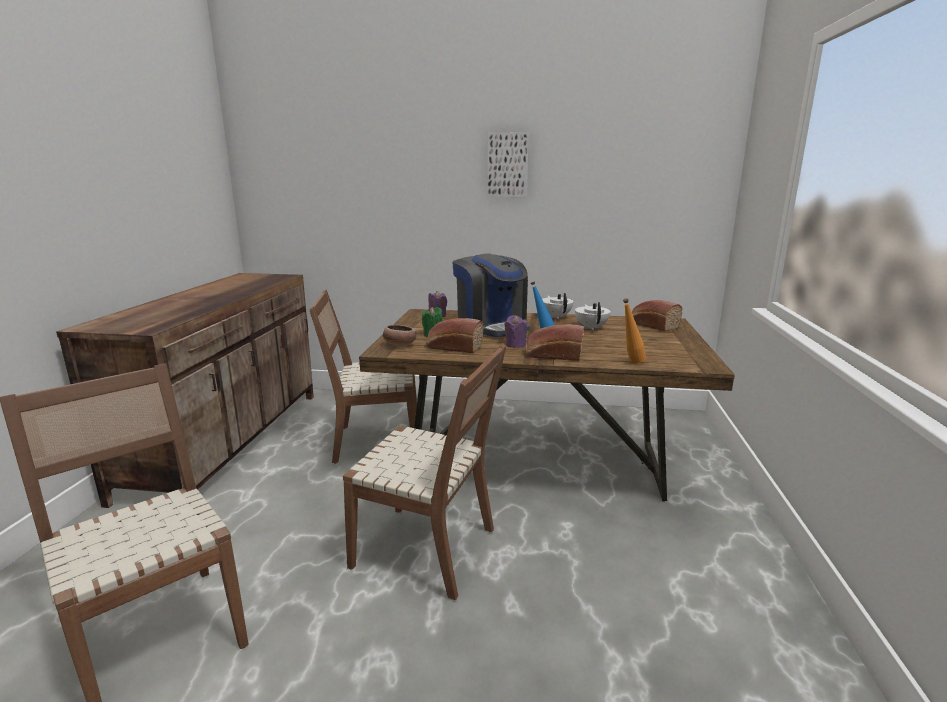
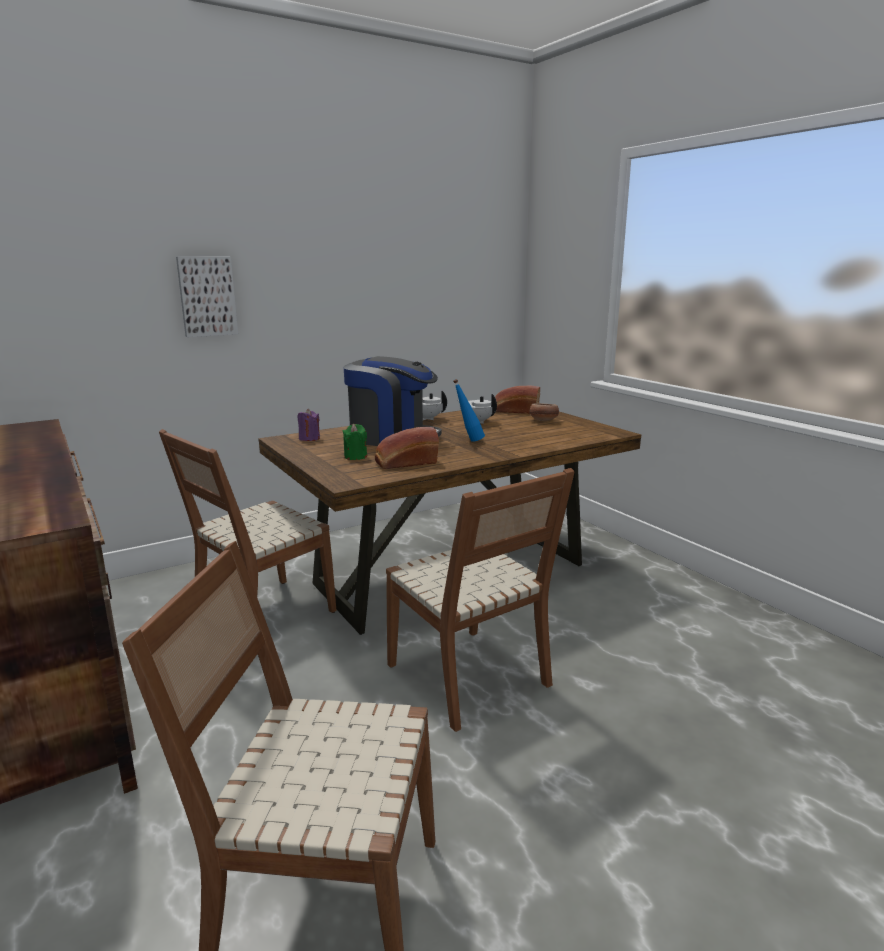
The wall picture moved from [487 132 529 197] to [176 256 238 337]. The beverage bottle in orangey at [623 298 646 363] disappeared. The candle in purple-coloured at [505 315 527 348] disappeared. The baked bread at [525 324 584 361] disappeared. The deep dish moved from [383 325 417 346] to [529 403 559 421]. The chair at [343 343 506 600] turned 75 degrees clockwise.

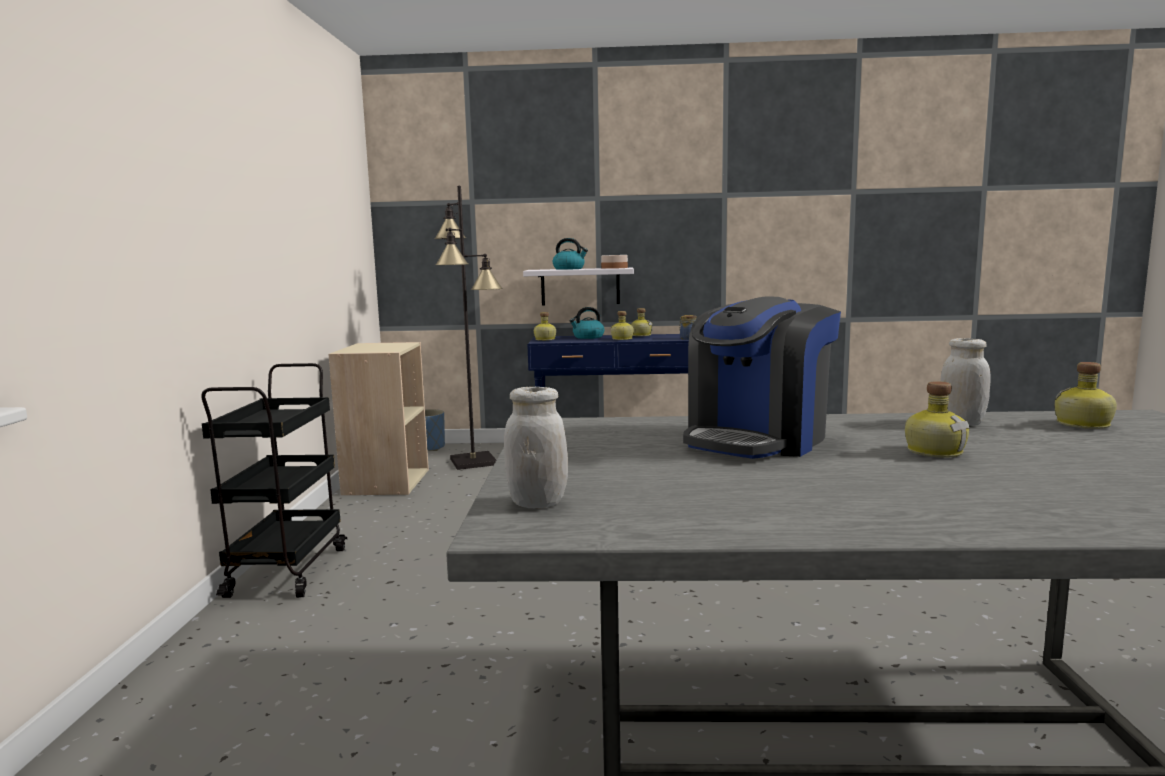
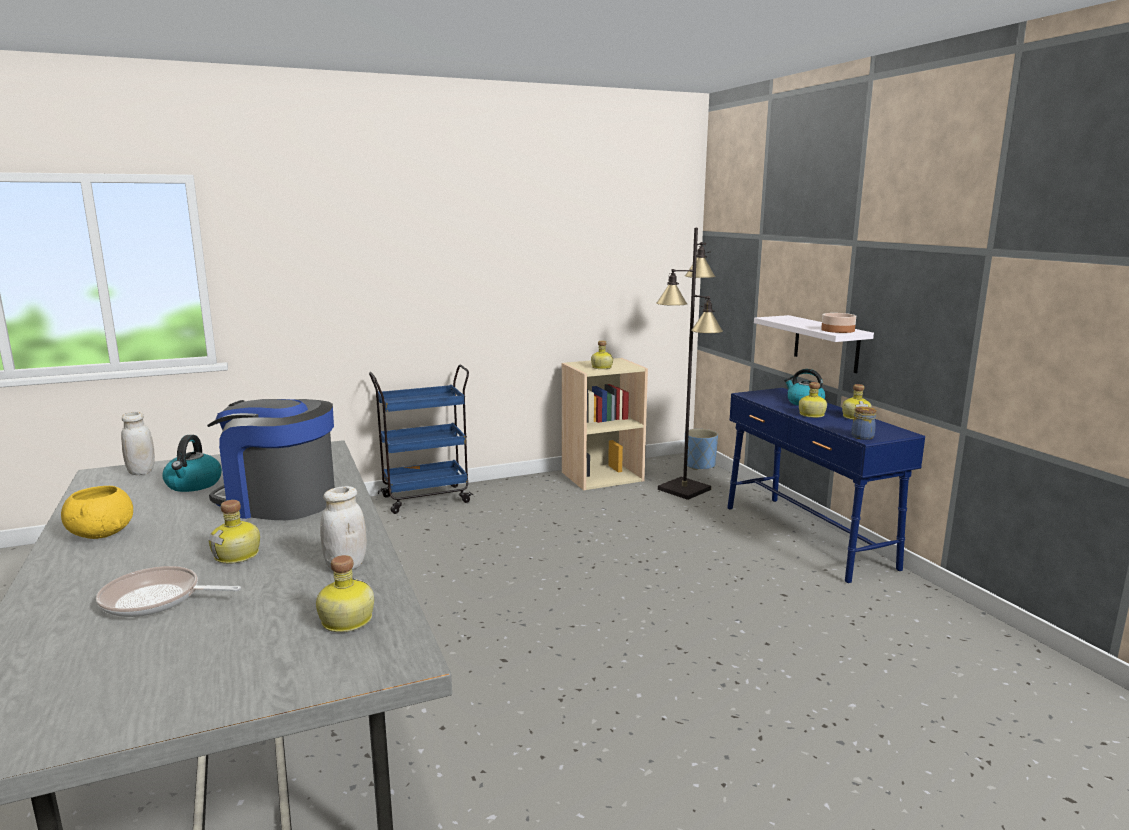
The water kettle moved from [553 238 588 270] to [162 435 222 492]. The beverage bottle moved from [534 312 556 341] to [591 341 613 369]. The cart in black at [201 363 348 598] became the cart in blue at [369 365 475 514]. The deep dish in yellow-coloured at [61 486 133 539] appeared. The frying pan at [96 566 241 617] appeared.

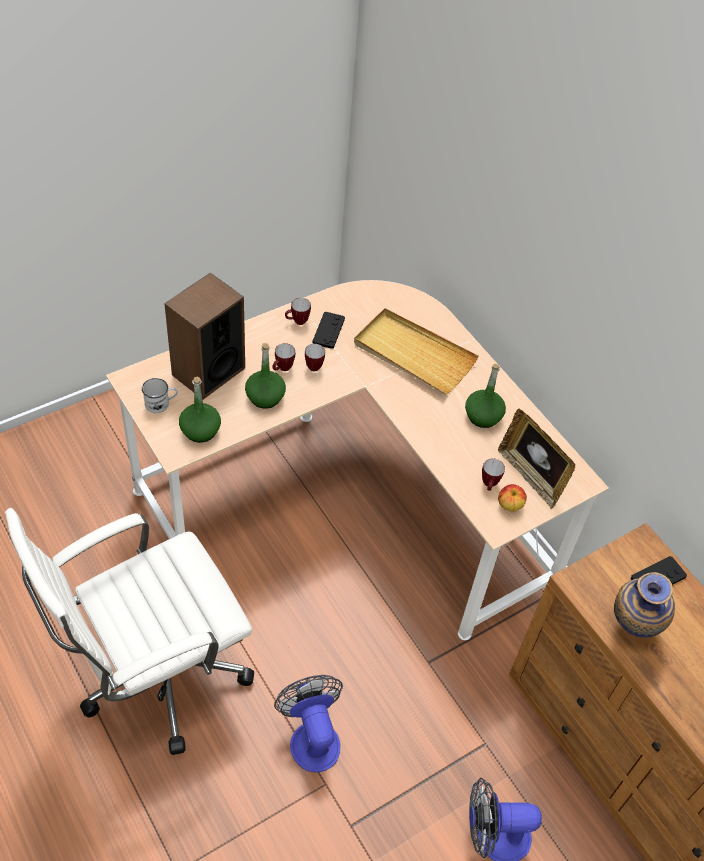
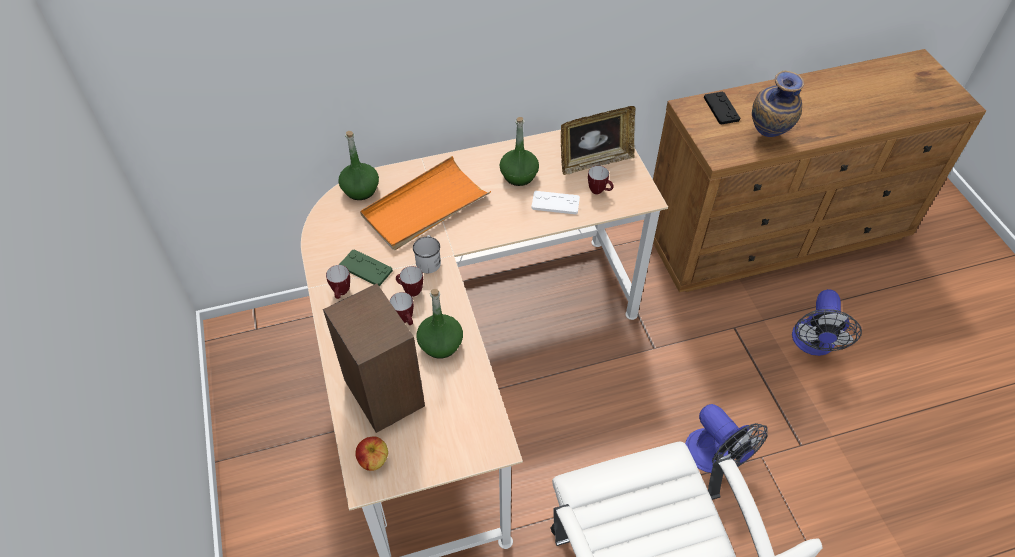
The serving tray in sand-coloured at [354 308 478 395] became the serving tray in orangey at [360 156 491 250]. The gamepad in black at [312 312 345 349] became the gamepad in greenish at [339 249 393 286]. The beverage bottle in greenish moved from [179 377 221 443] to [339 131 379 200]. The tea mug in white-coloured moved from [142 378 177 413] to [413 235 441 273]. The whole apple moved from [498 484 527 511] to [355 437 388 471]. The electric fan at [274 675 343 772] turned 120 degrees counterclockwise. The gamepad in white-coloured at [531 191 580 214] appeared.

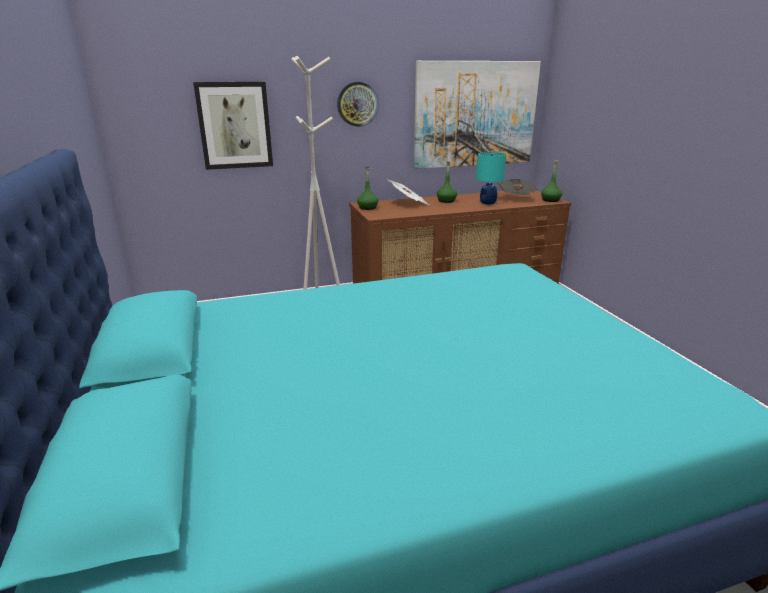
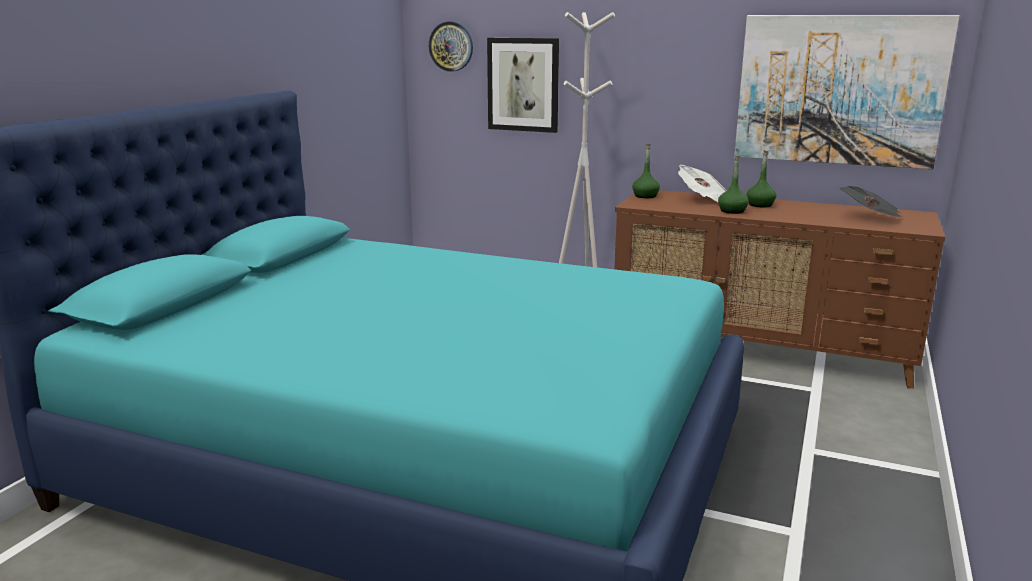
The hanging clock moved from [337 82 379 127] to [429 22 473 72]. The tabletop lamp in turquoise at [476 152 506 205] disappeared. The beverage bottle in greenish moved from [541 160 562 202] to [718 155 749 214].

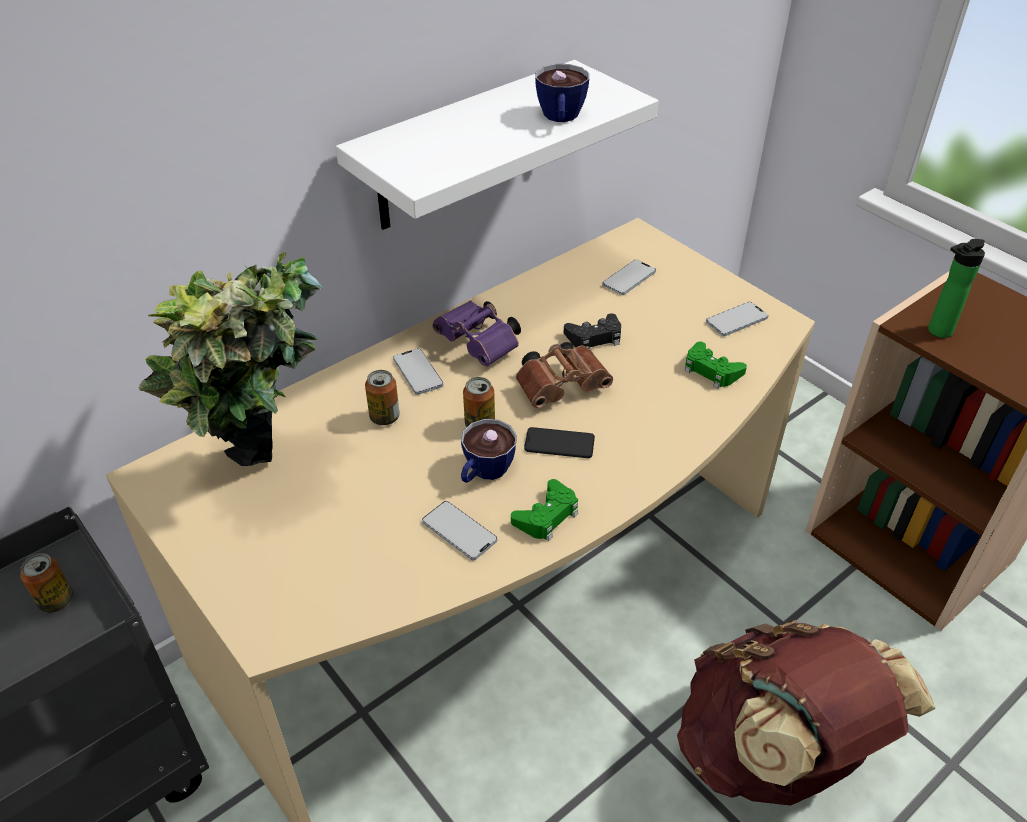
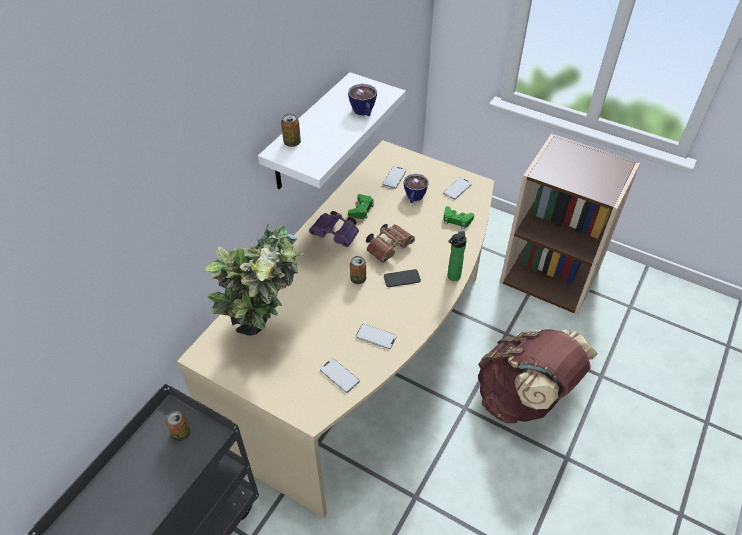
The beverage bottle moved from [928 239 985 338] to [447 231 467 281]. The gamepad in black at [564 313 621 349] disappeared. The phone moved from [393 348 444 395] to [320 358 360 393]. The can moved from [365 370 400 425] to [281 114 301 147]. The cup moved from [461 419 517 483] to [404 174 429 203]. The gamepad in greenish moved from [511 479 578 541] to [348 194 374 219].

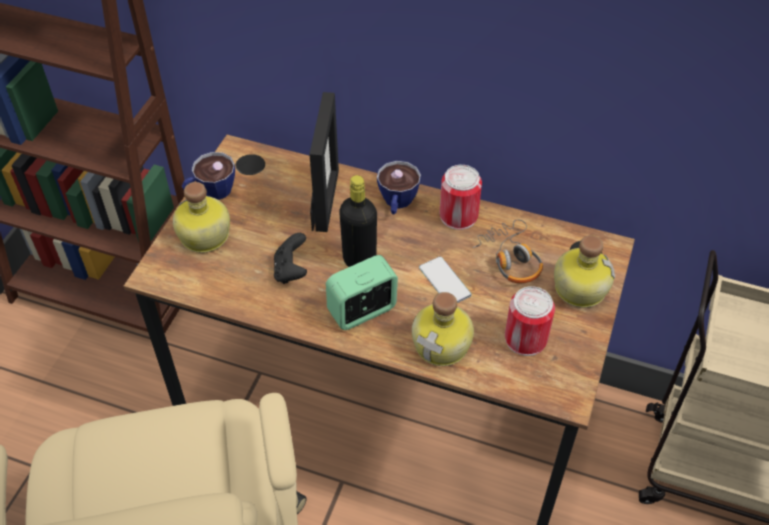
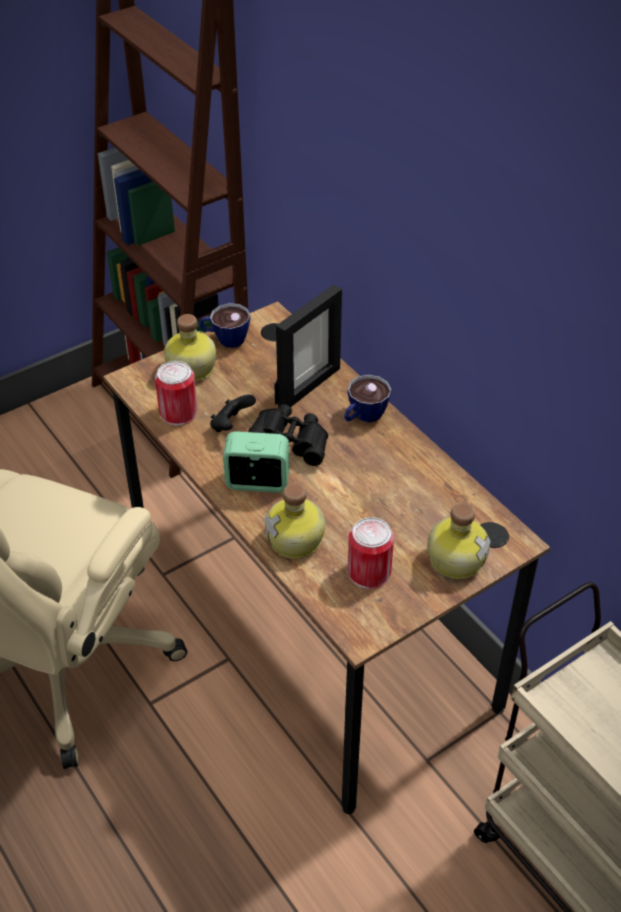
The can moved from [440 165 482 230] to [155 361 198 426]. The beverage bottle in black at [339 175 377 267] was replaced by the pair of binoculars in black at [248 404 328 466]. The headphones at [473 220 543 283] disappeared. The phone at [419 256 472 303] disappeared.

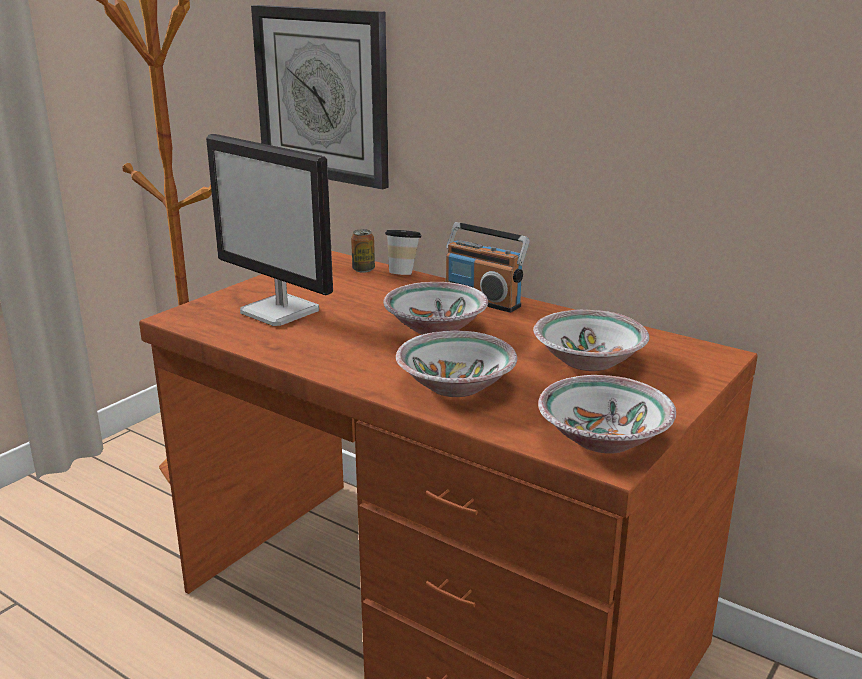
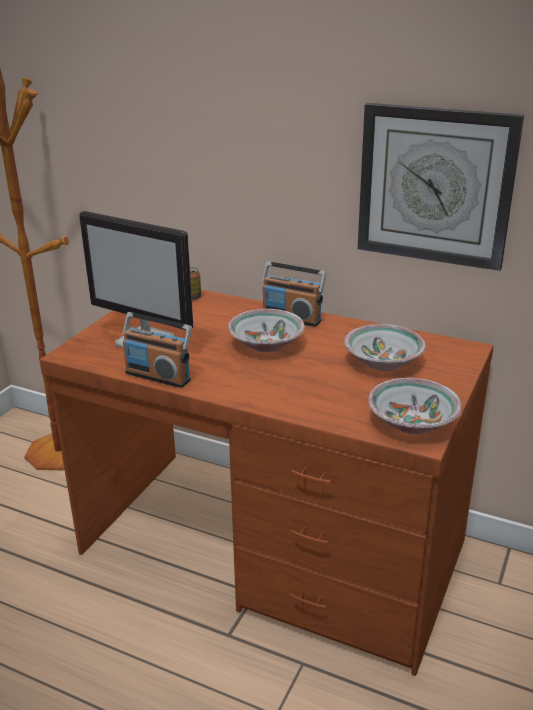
The hanging clock moved from [251 5 389 190] to [358 103 524 271]. The cup at [385 230 422 275] disappeared. The deep dish at [396 330 517 397] disappeared. The radio set at [122 312 192 388] appeared.

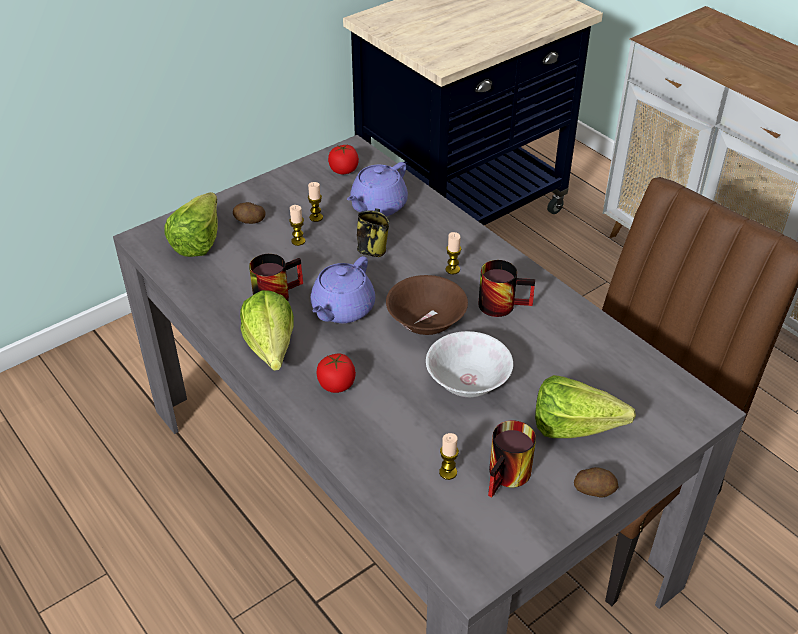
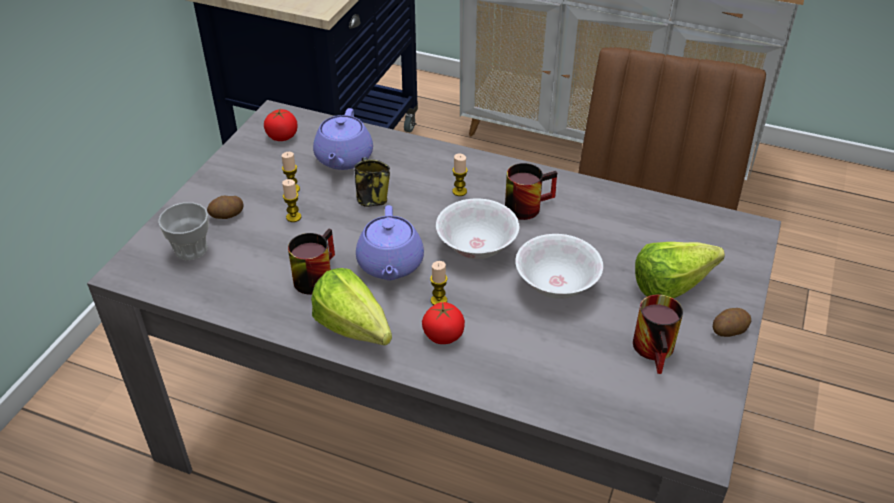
The lettuce at [164 192 218 257] was replaced by the cup at [158 202 209 260]. The deep dish in brown-coloured at [386 275 468 335] became the deep dish in white-coloured at [436 198 519 259]. The candle moved from [439 433 459 480] to [430 261 448 305].

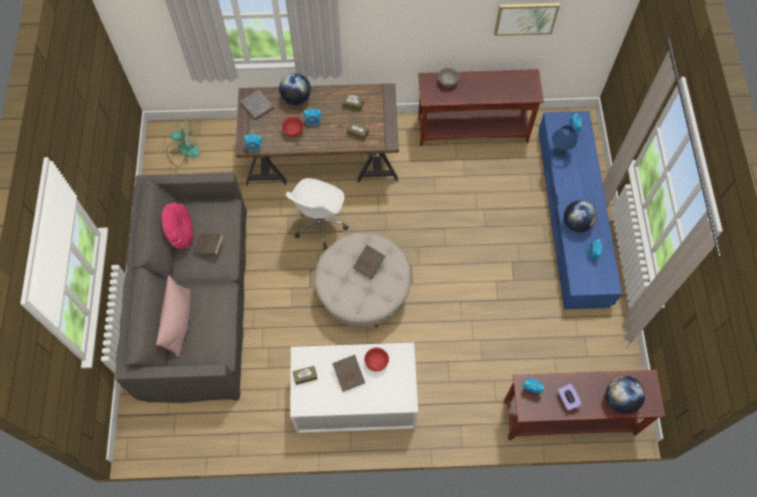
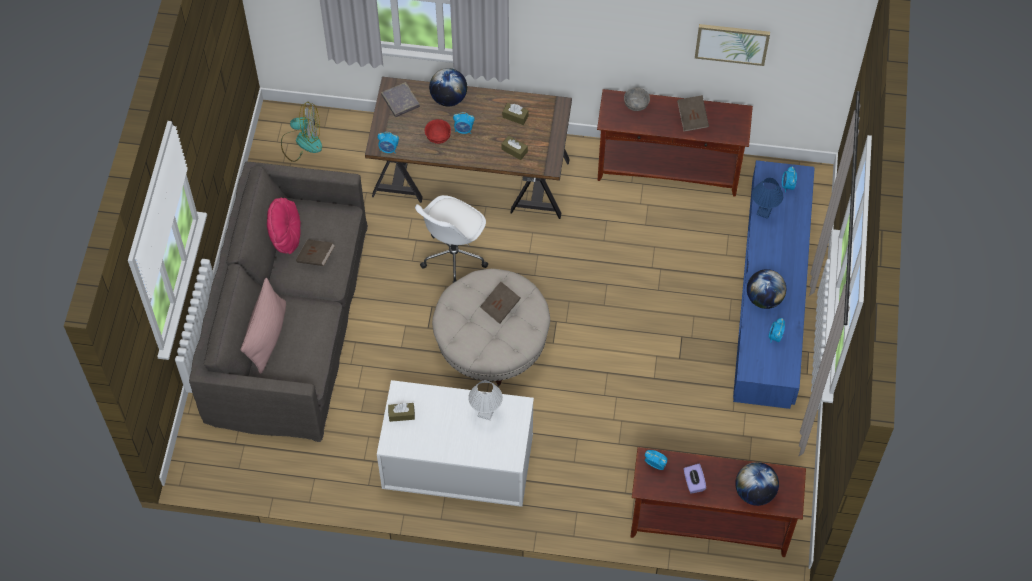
The deep dish in red-coloured at [364 347 389 372] was replaced by the tabletop lamp in white-coloured at [468 380 503 420]. The bound book in brown-coloured moved from [332 355 365 392] to [677 95 709 132].

